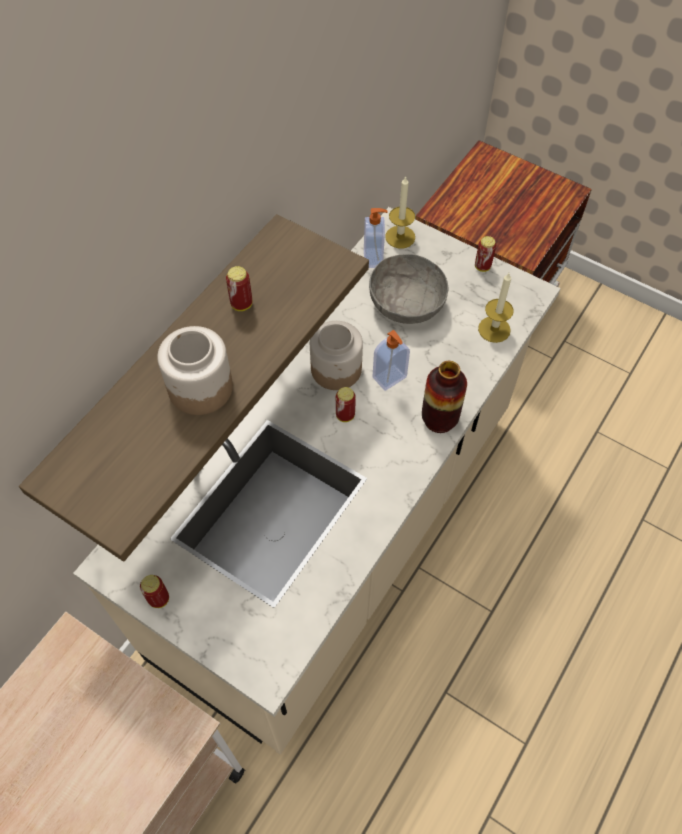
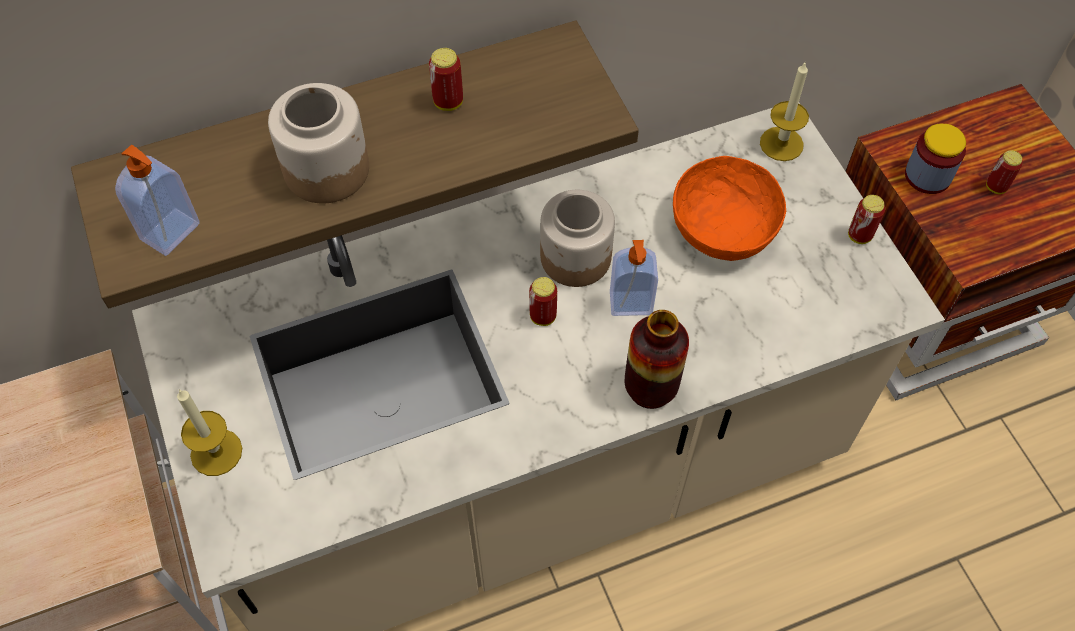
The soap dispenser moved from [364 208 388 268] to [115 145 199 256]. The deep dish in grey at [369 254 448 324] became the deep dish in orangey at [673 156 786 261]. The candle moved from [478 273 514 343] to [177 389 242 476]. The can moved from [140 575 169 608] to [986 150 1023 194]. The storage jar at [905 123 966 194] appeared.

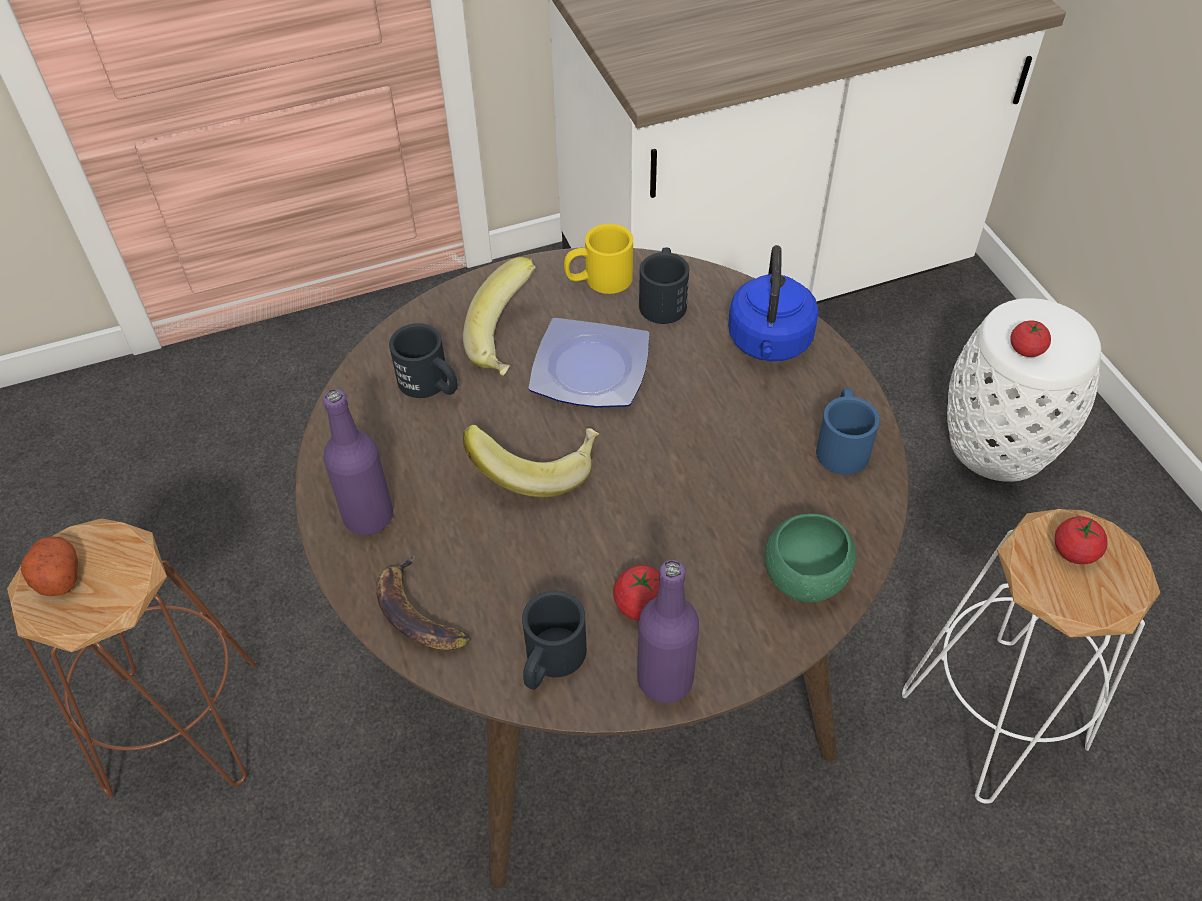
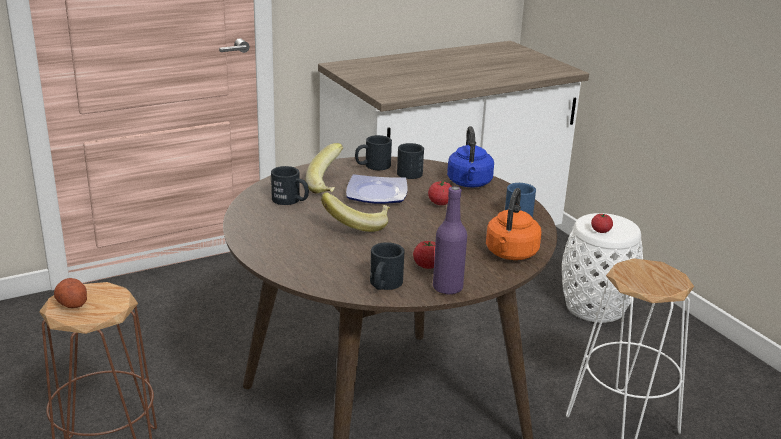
The tea mug in yellow-coloured at [564 224 633 294] became the tea mug in black at [355 135 392 170]. The beverage bottle in purple-coloured at [322 389 393 535] disappeared. The deep dish in greenish at [764 513 856 603] was replaced by the water kettle in orangey at [486 188 541 260]. The tomato moved from [1055 516 1108 564] to [428 180 452 205]. The banana fruit at [376 555 471 651] disappeared.

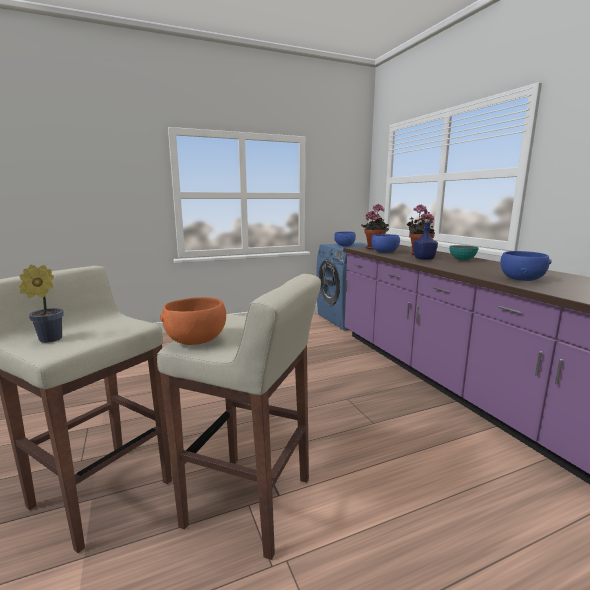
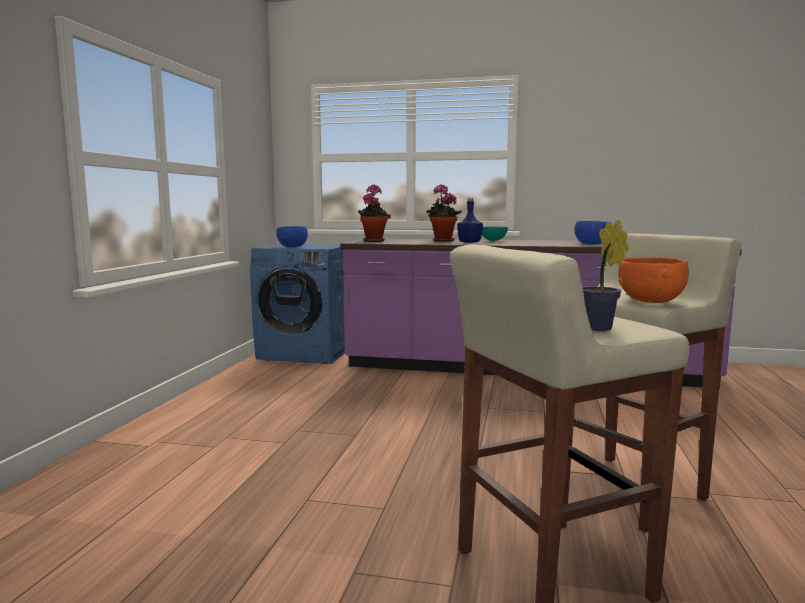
The deep dish in blue at [372 234 400 253] disappeared.

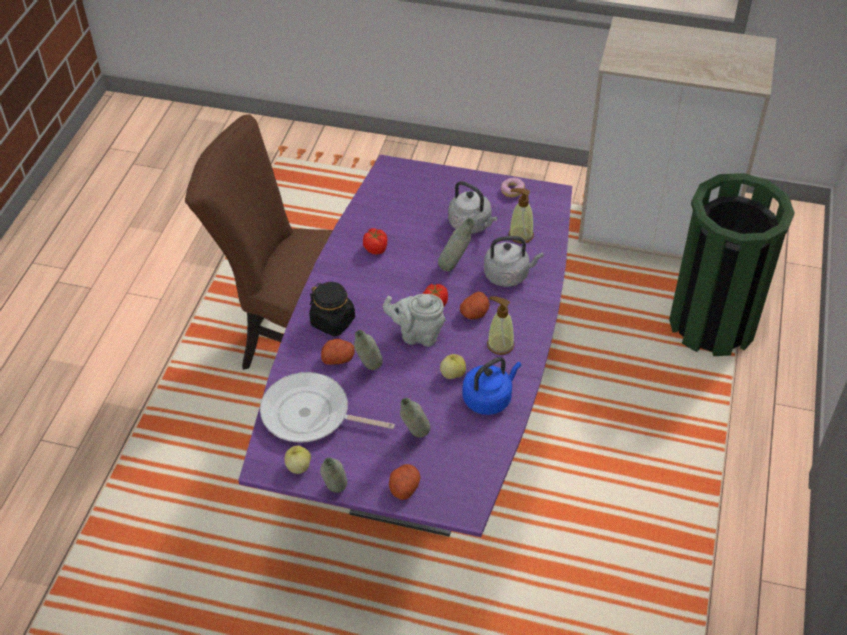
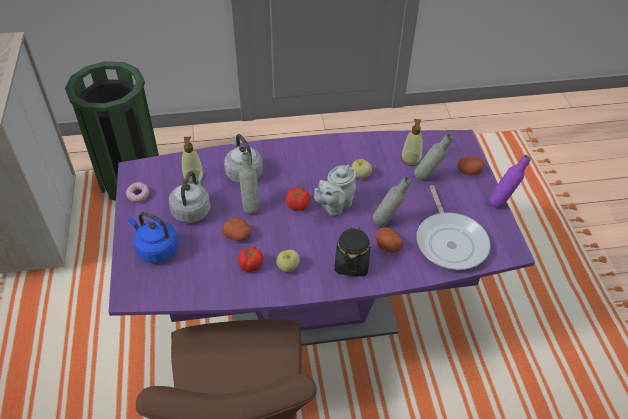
The potato moved from [460 292 490 319] to [222 218 252 241]. The teapot in grey at [383 294 446 347] turned 60 degrees clockwise. The soap dispenser moved from [487 296 515 355] to [401 119 423 166]. The water kettle in blue moved from [462 357 522 415] to [128 212 179 263]. The whole apple moved from [284 446 311 474] to [277 250 300 272]. The beverage bottle in grey at [320 457 347 493] became the beverage bottle in purple-coloured at [489 155 531 208].

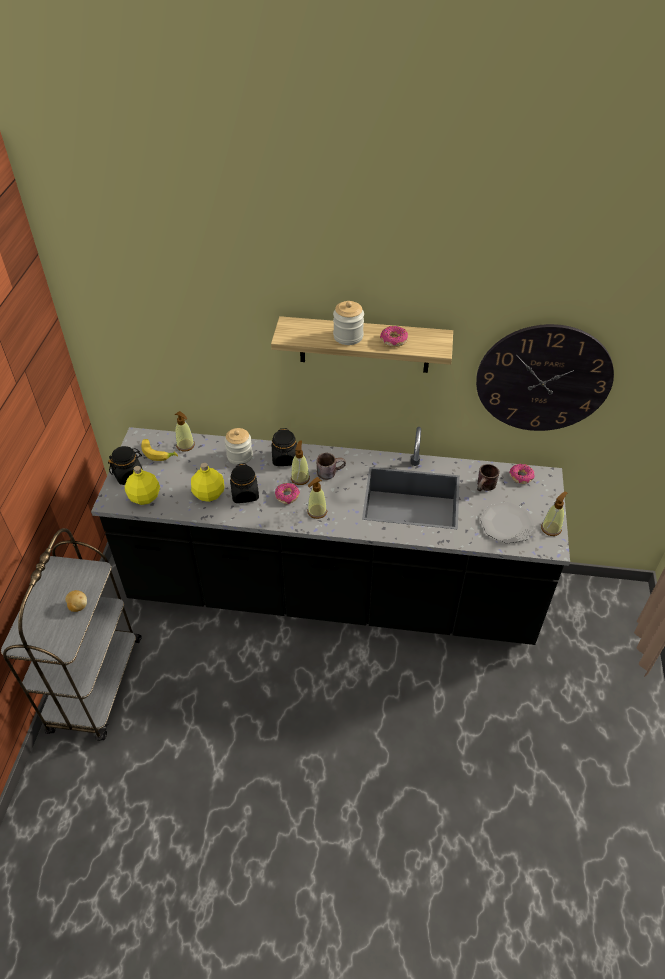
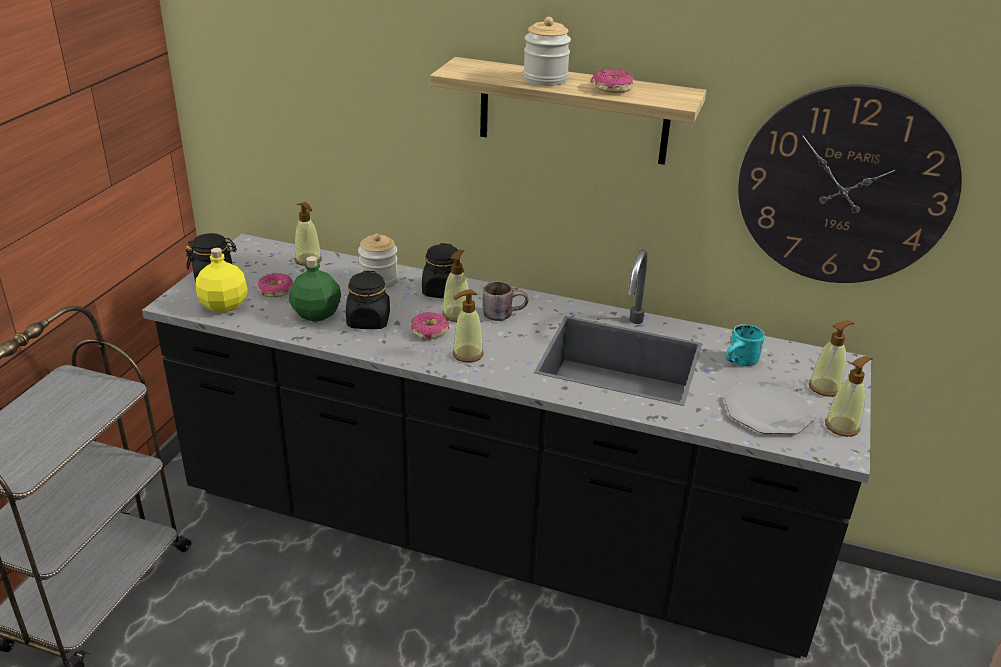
The banana fruit at [141 439 178 461] disappeared. The beverage bottle in yellow-coloured at [191 463 224 502] became the beverage bottle in greenish at [289 256 341 322]. The tea mug in brown-coloured at [477 464 500 491] became the tea mug in turquoise at [726 324 765 366]. The doughnut moved from [509 464 534 484] to [257 273 293 297]. The potato at [65 590 87 612] disappeared. The soap dispenser at [809 320 855 397] appeared.

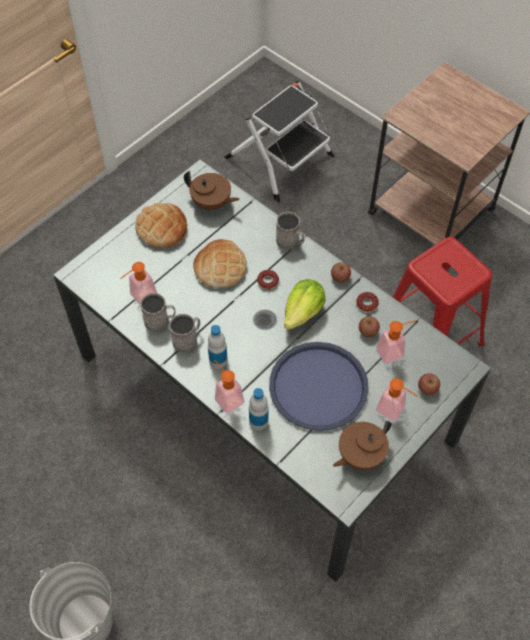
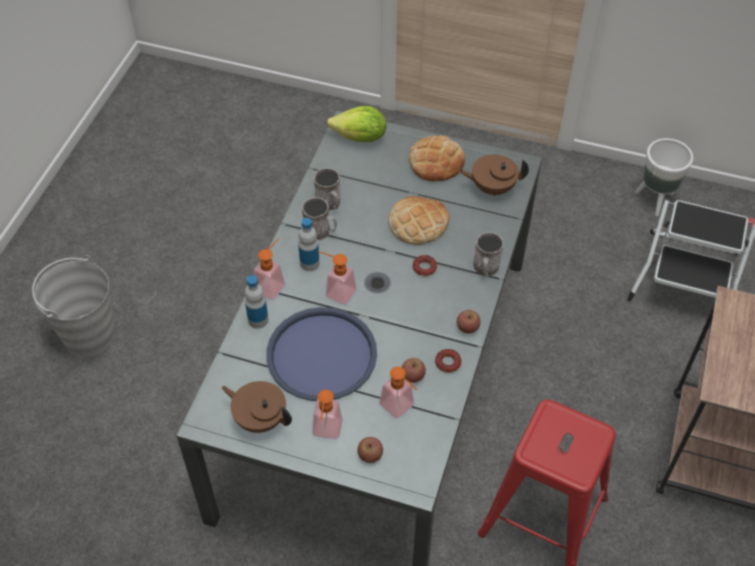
The teapot in brown-coloured at [184 171 240 211] turned 90 degrees clockwise. The soap dispenser moved from [120 262 157 305] to [318 251 357 305]. The lettuce moved from [284 279 326 330] to [327 106 386 142]. The planter in white-coloured at [636 138 693 217] appeared.

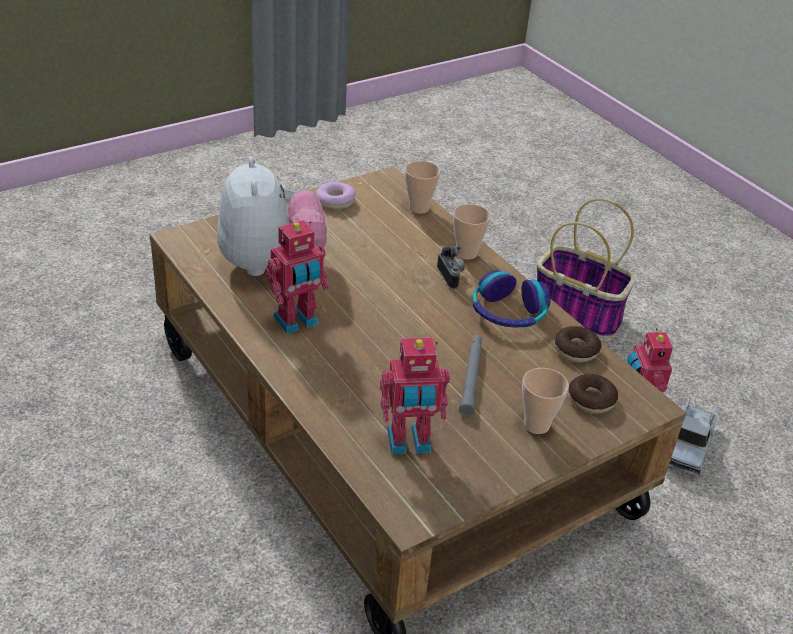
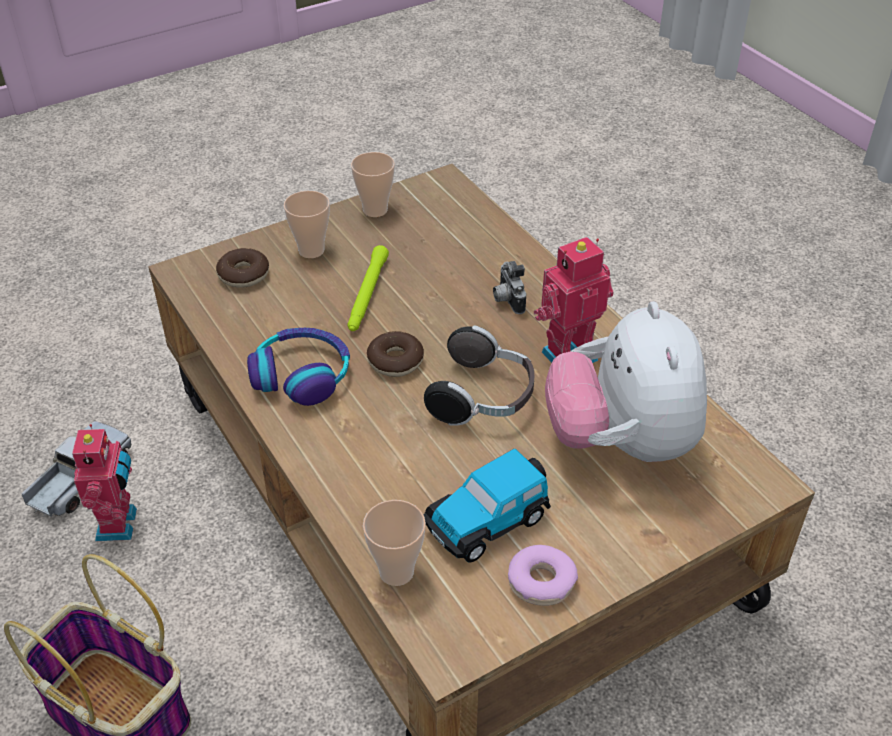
The cup moved from [453 204 491 260] to [351 152 395 217]. The photo camera moved from [437 246 465 289] to [493 261 526 314]. The doughnut moved from [554 326 601 362] to [367 331 424 377]. The hand torch in grey at [459 335 482 416] became the hand torch in greenish at [347 245 389 331]. The model robot at [380 337 450 455] disappeared. The headphones at [424 325 534 426] appeared. The toy car at [424 449 551 562] appeared.

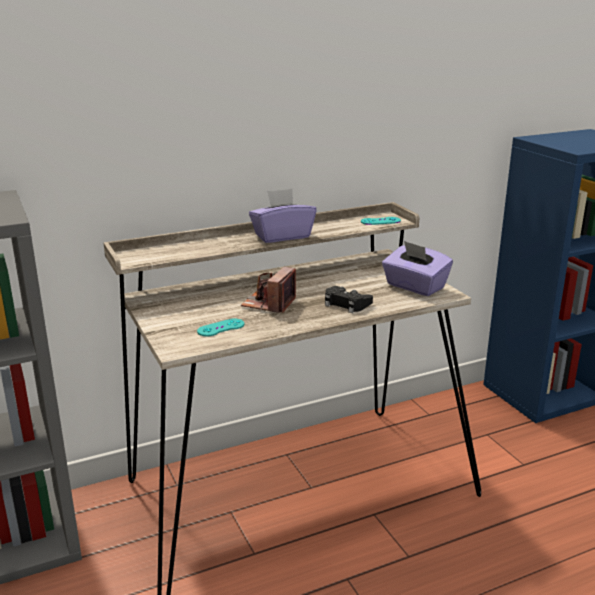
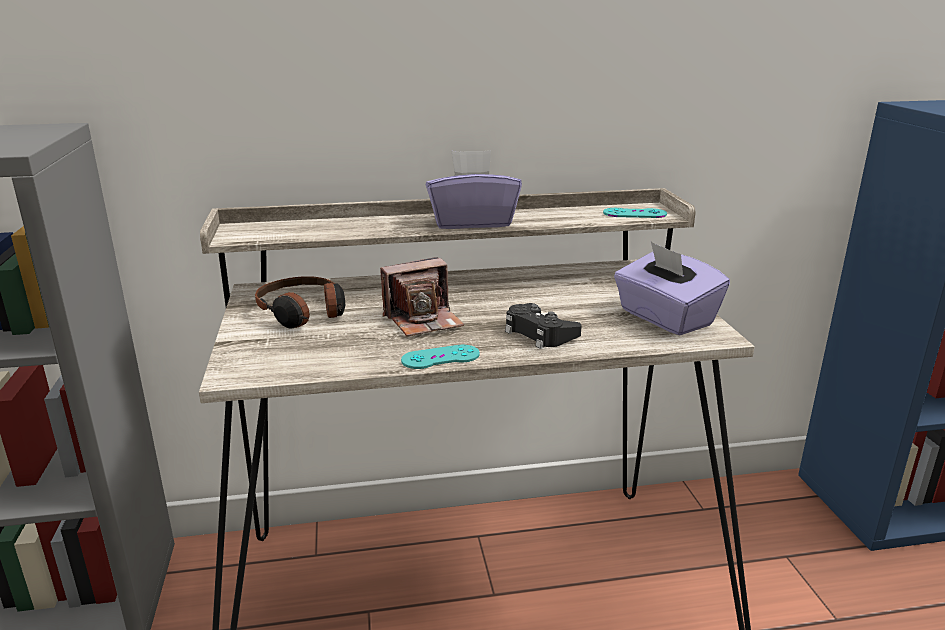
The photo camera at [241 267 296 313] turned 150 degrees counterclockwise. The gamepad in turquoise moved from [197 318 245 336] to [401 345 480 369]. The headphones at [255 276 345 329] appeared.

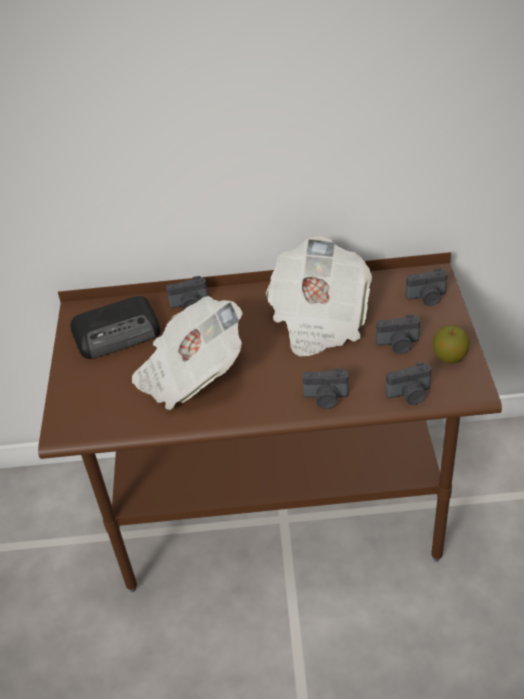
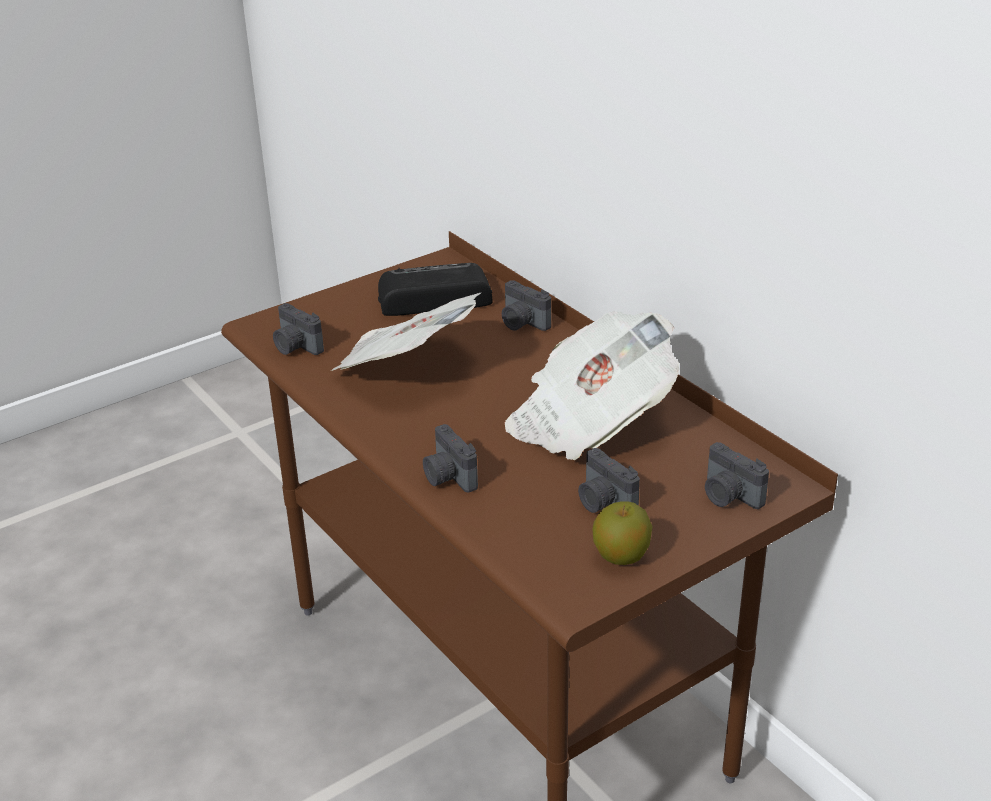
The radio set at [70 296 160 359] turned 135 degrees clockwise. The photo camera moved from [386 362 432 405] to [273 303 324 355].

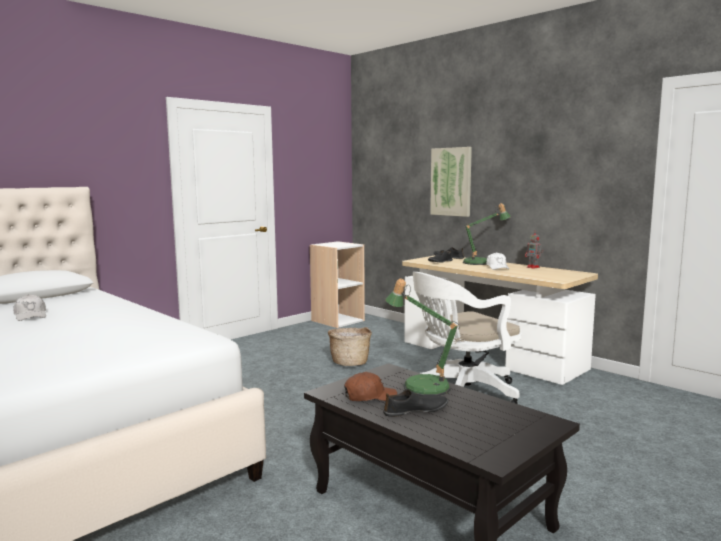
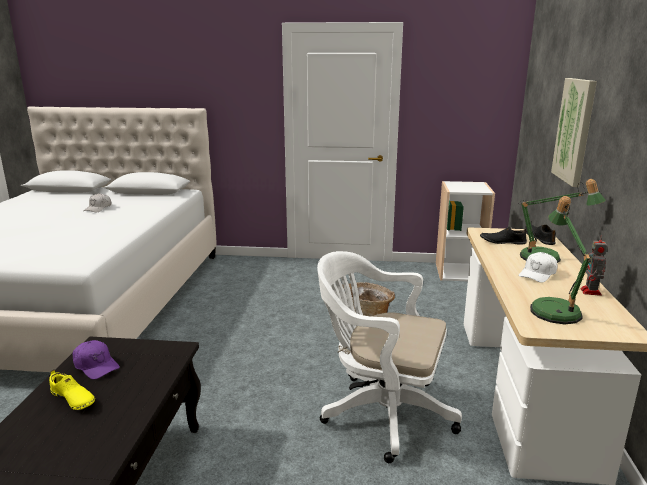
The tabletop lamp moved from [385 278 460 396] to [530 196 590 325]. The baseball cap in brown-coloured at [344 372 397 401] became the baseball cap in purple-coloured at [73 340 120 380]. The low shoe in black at [383 389 448 417] became the low shoe in yellow-coloured at [49 370 95 410].

